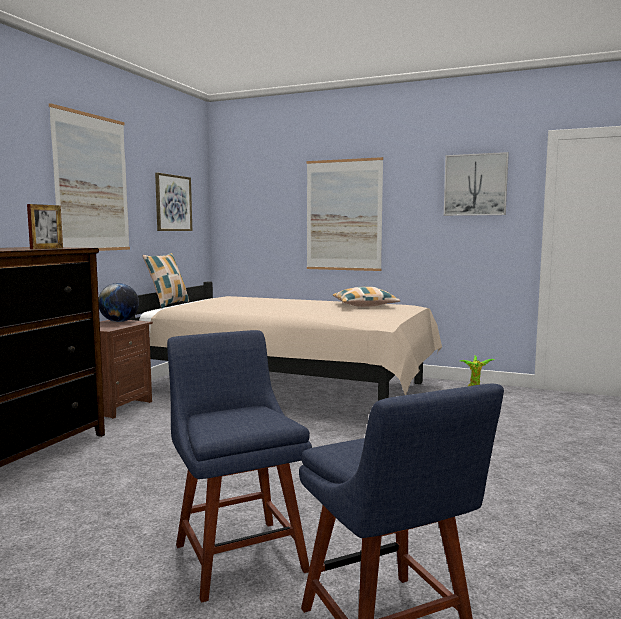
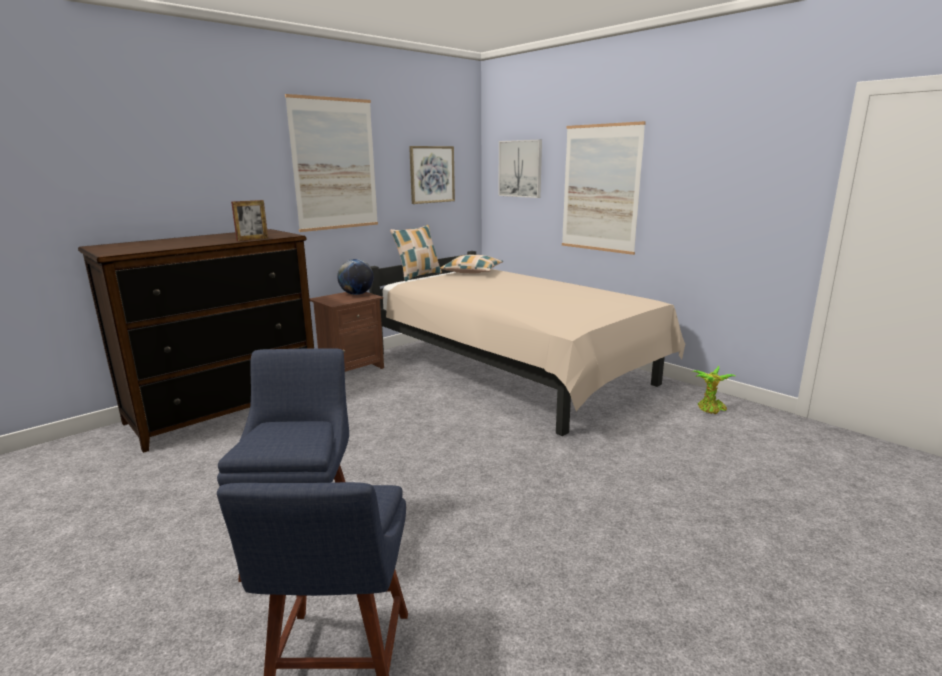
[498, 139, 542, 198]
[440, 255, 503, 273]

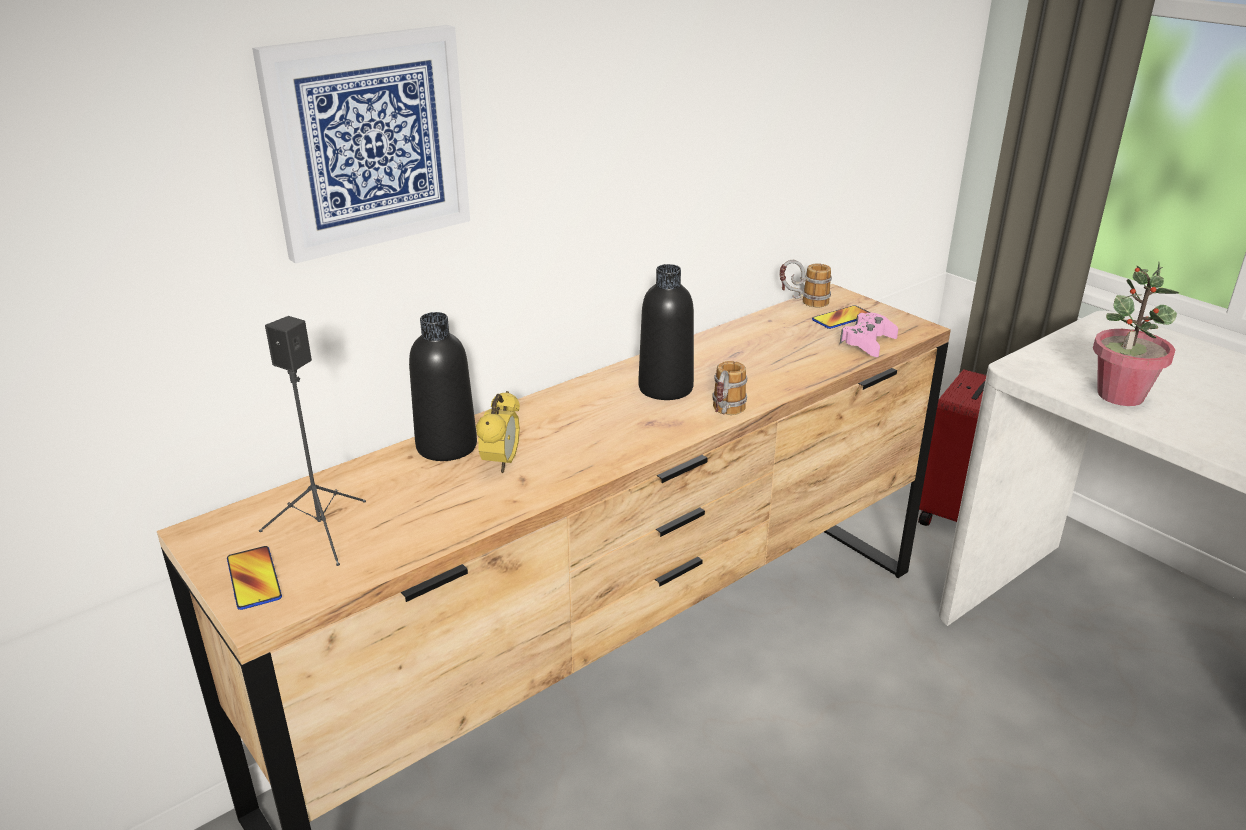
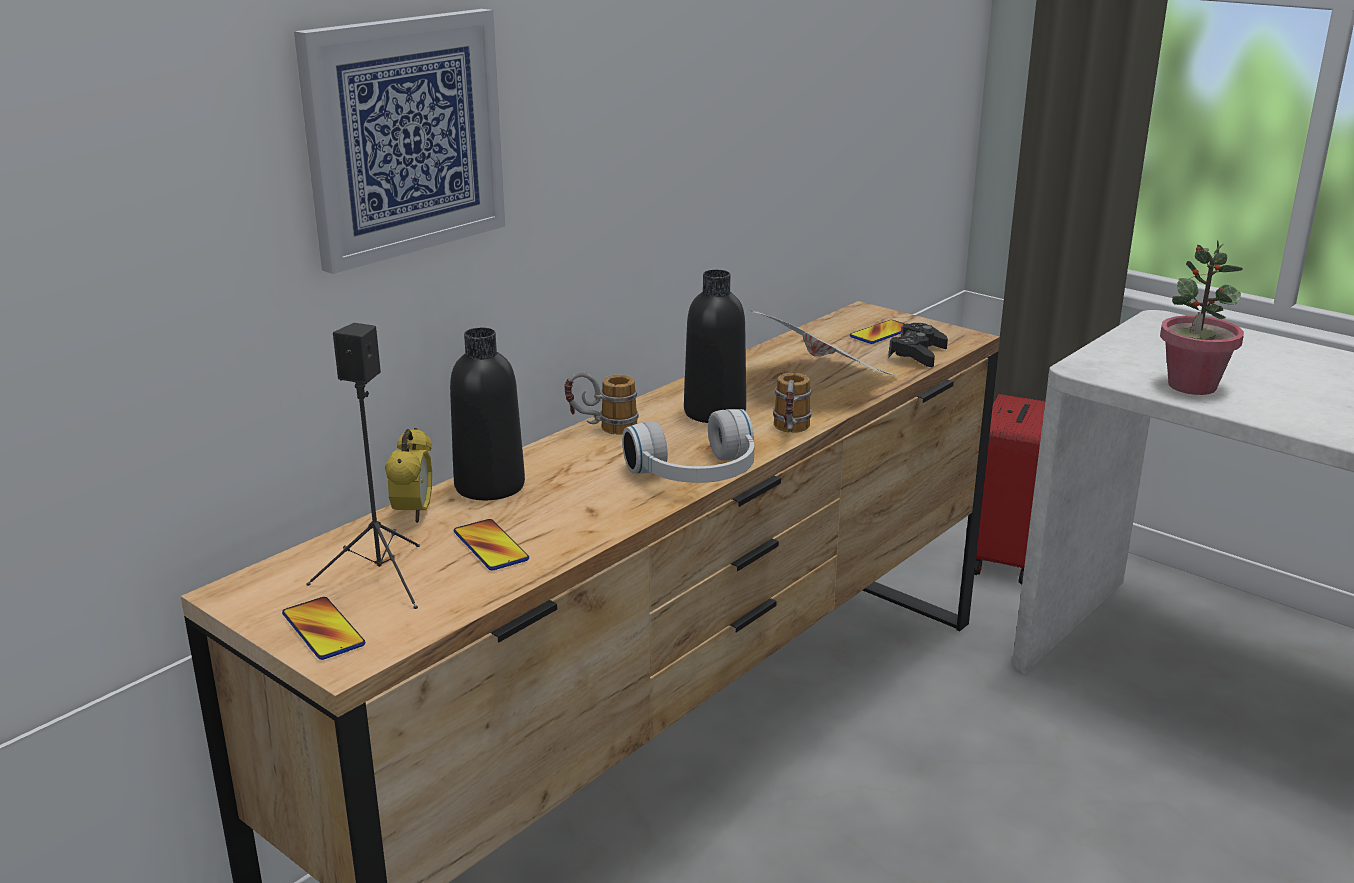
[564, 372, 639, 435]
[888, 323, 948, 367]
[385, 428, 432, 523]
[746, 310, 899, 375]
[622, 409, 754, 483]
[454, 519, 529, 570]

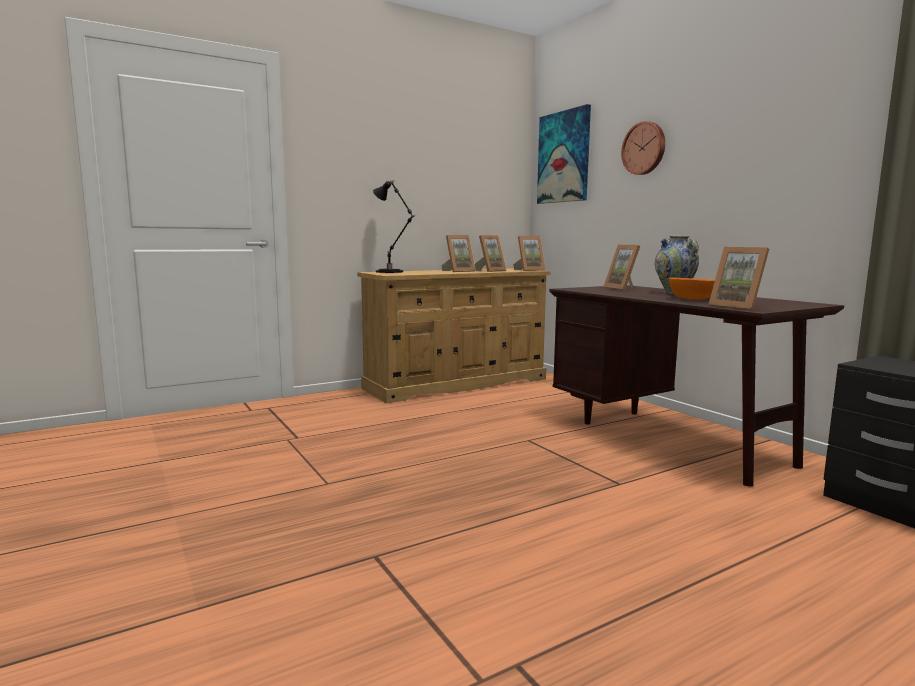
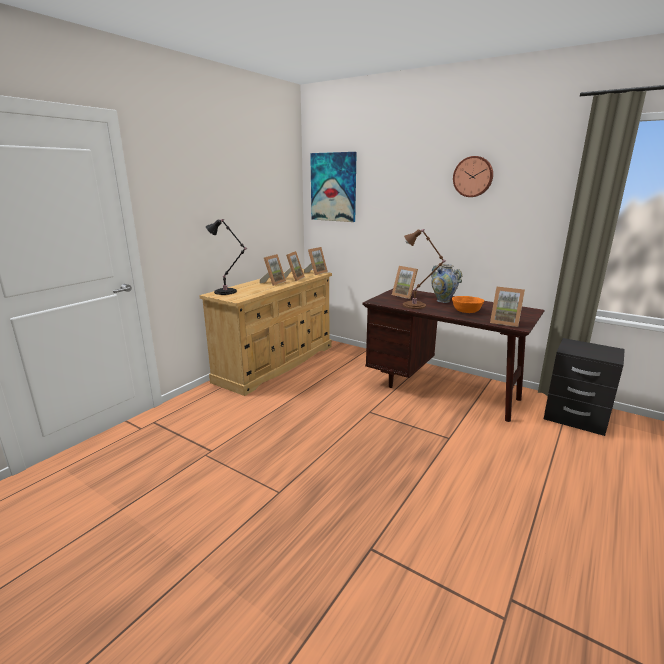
[453, 156, 493, 197]
[403, 229, 445, 309]

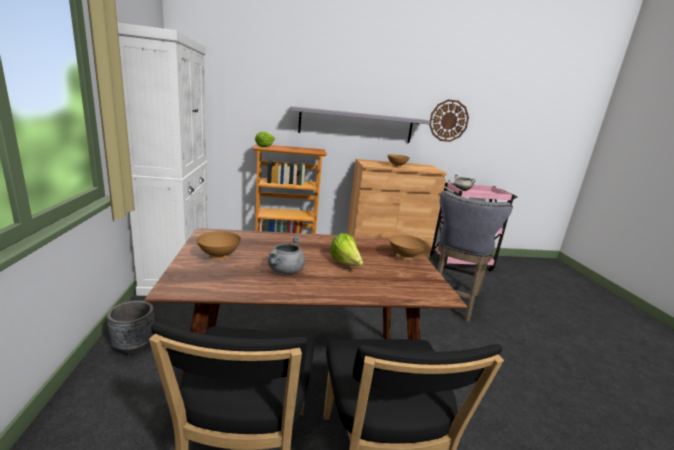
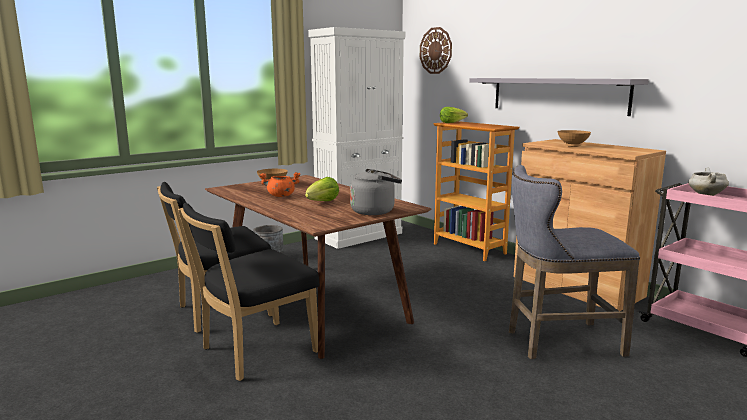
[420, 27, 452, 74]
[259, 172, 301, 197]
[350, 169, 402, 215]

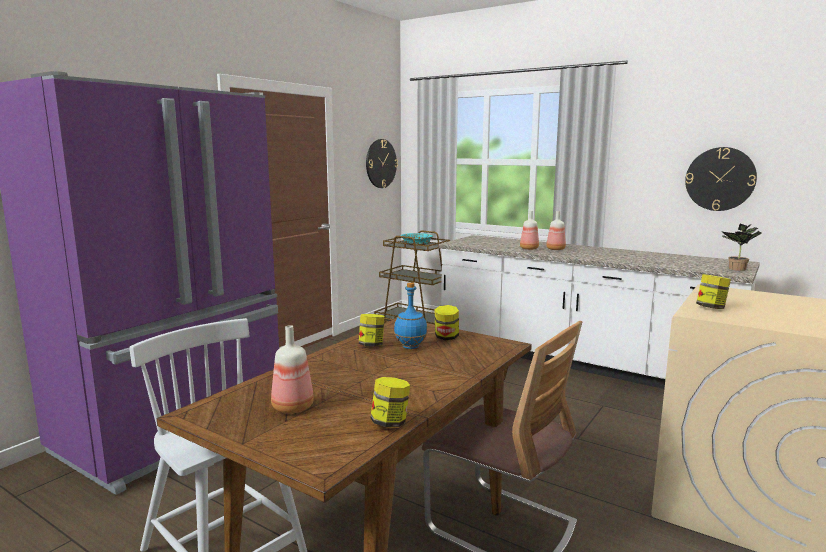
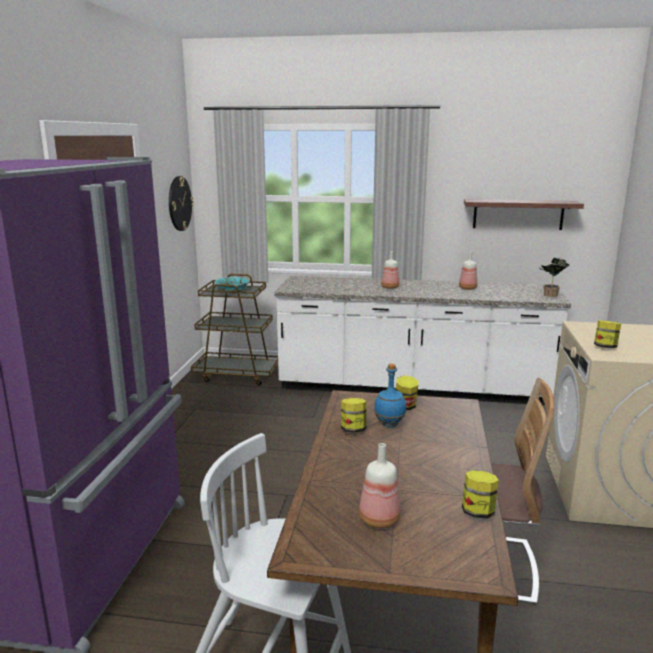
[464, 199, 584, 230]
[459, 252, 477, 290]

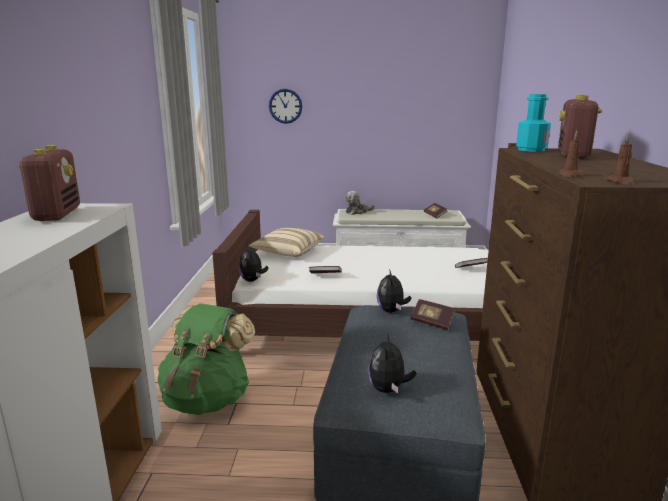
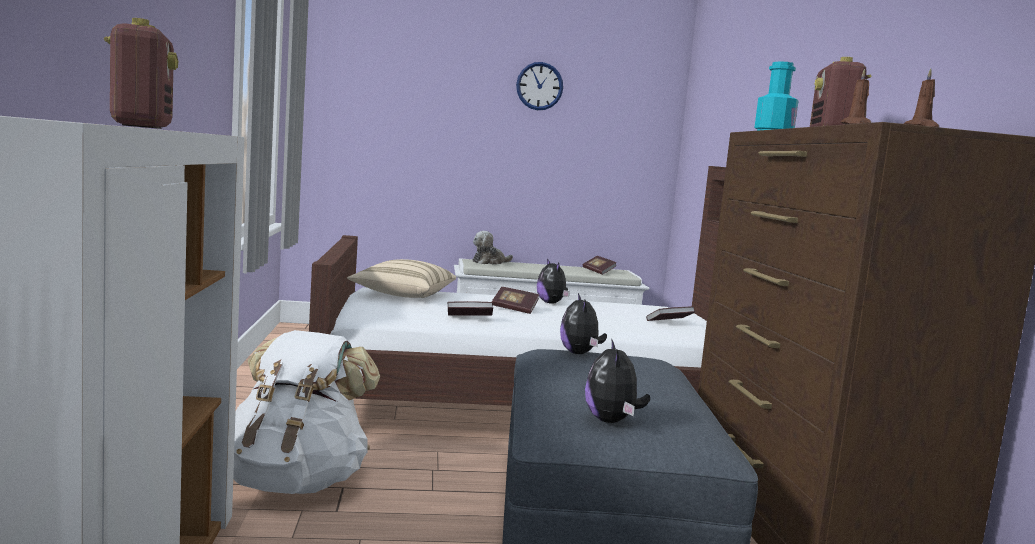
[516, 62, 563, 110]
[537, 259, 570, 304]
[492, 287, 539, 314]
[233, 330, 380, 494]

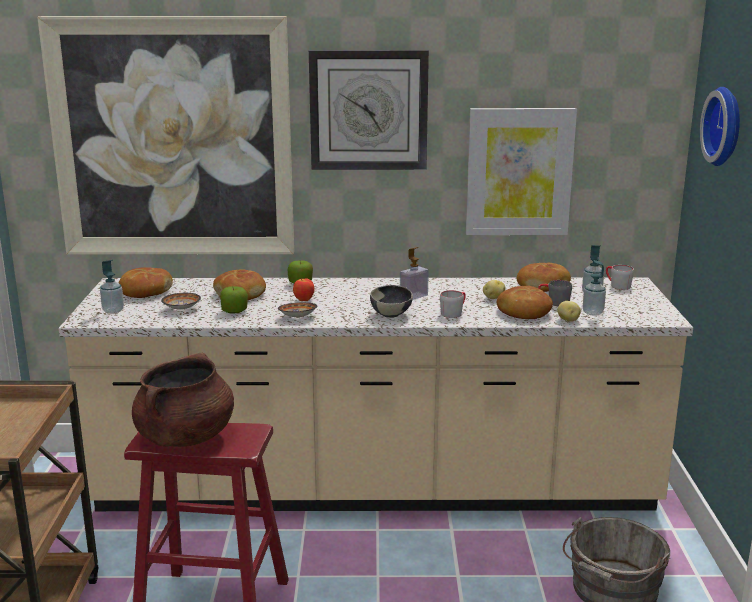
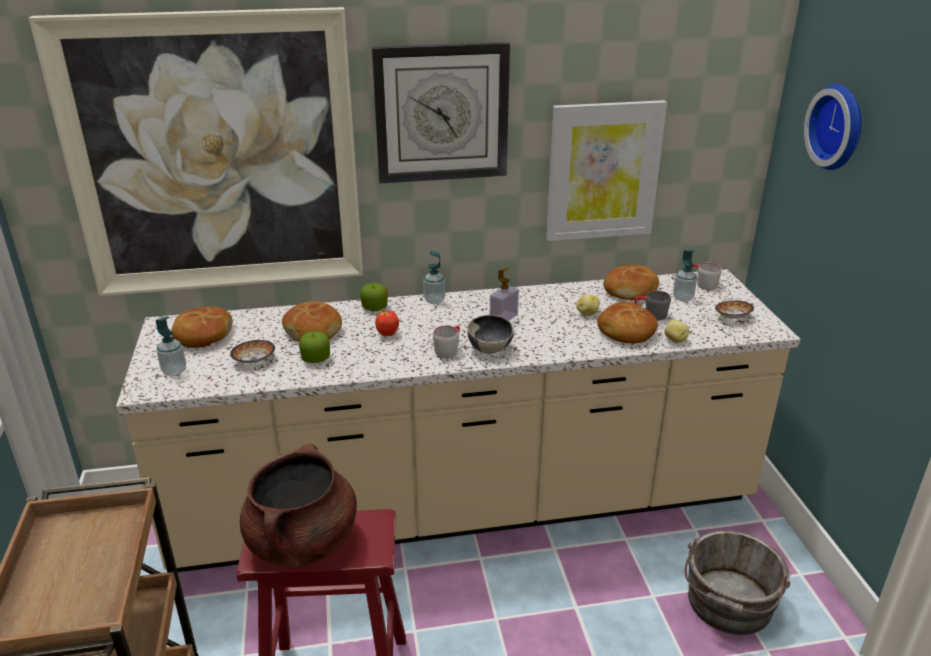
[423, 251, 445, 304]
[433, 325, 460, 358]
[715, 300, 754, 319]

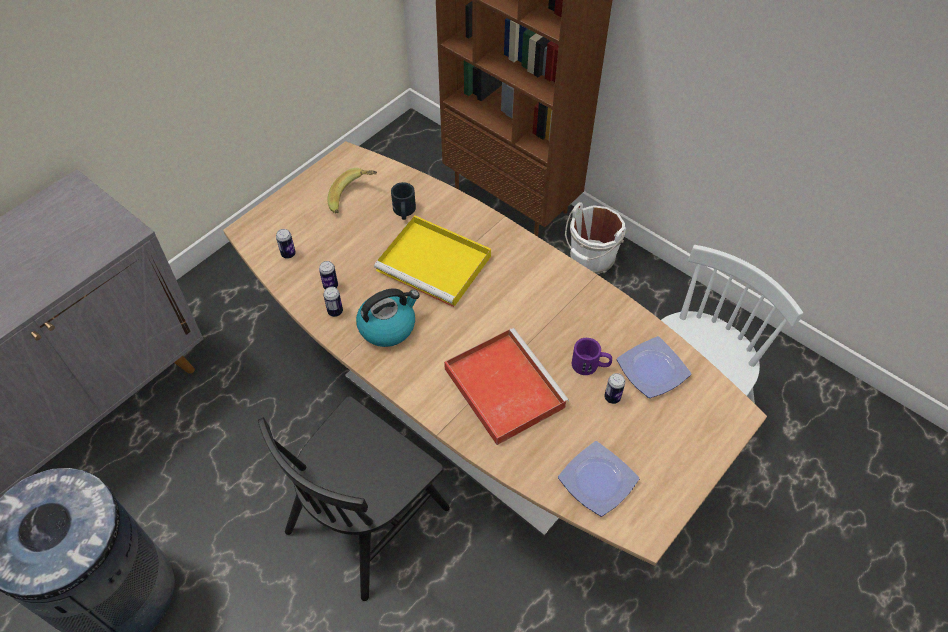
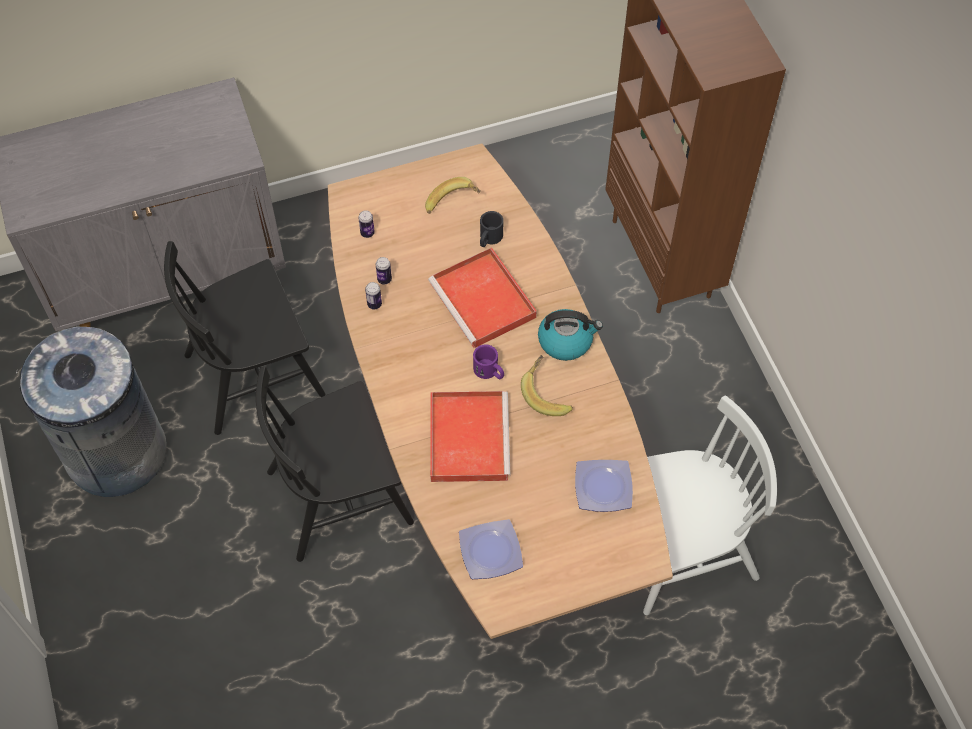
[565, 202, 626, 274] (first image)
[428, 247, 537, 348]
[538, 309, 603, 361]
[473, 345, 504, 379]
[604, 373, 625, 404] (first image)
[164, 241, 325, 435]
[521, 355, 573, 416]

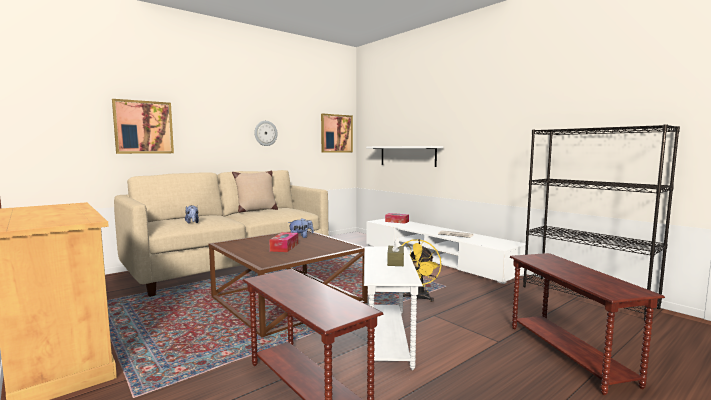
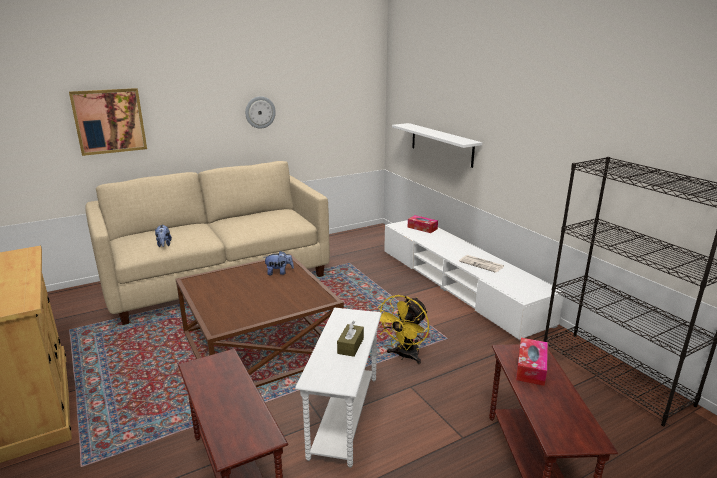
[321, 114, 353, 153] (first image)
[232, 170, 278, 212] (first image)
[516, 338, 548, 386]

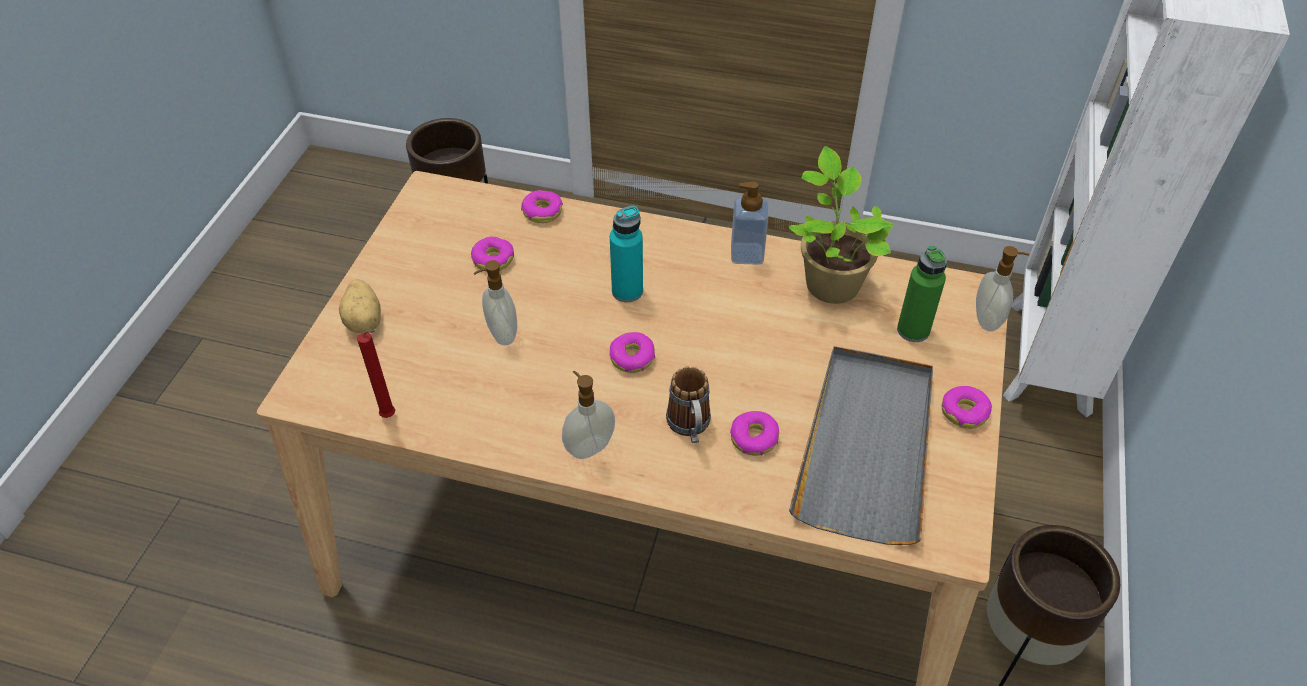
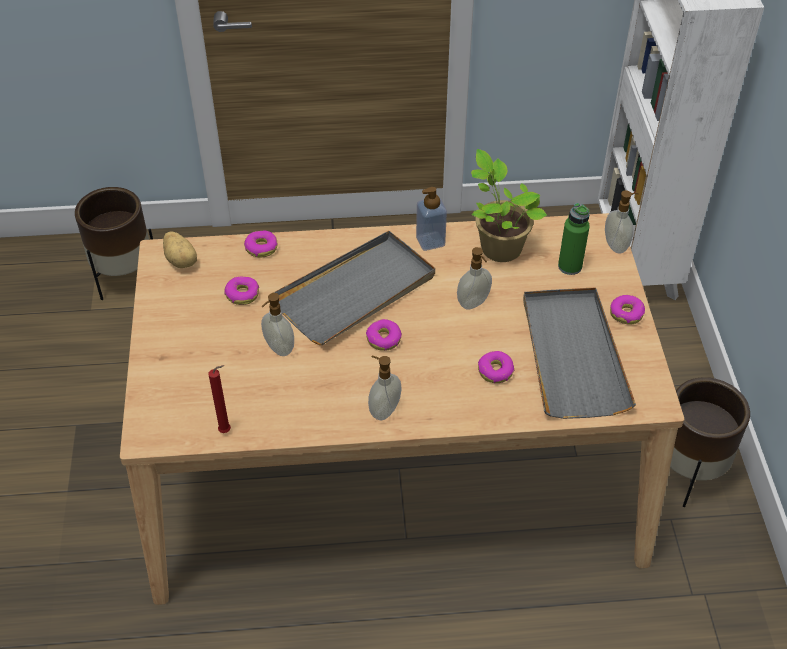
[273, 231, 435, 345]
[163, 232, 197, 268]
[666, 367, 711, 443] (first image)
[457, 247, 492, 310]

